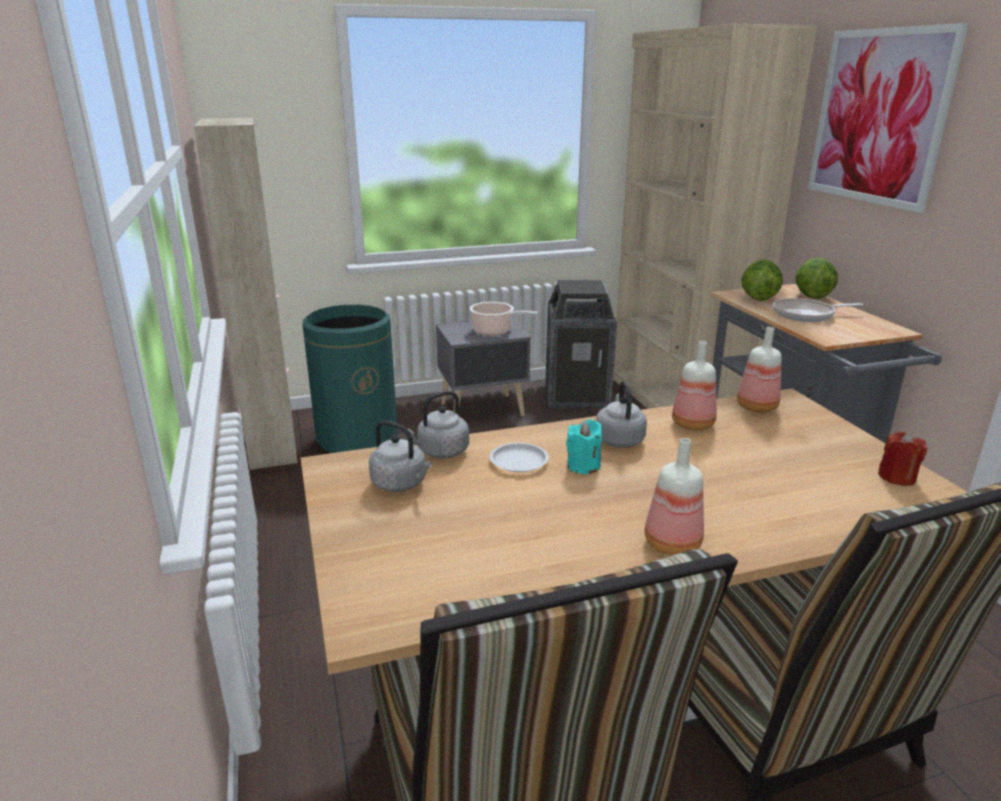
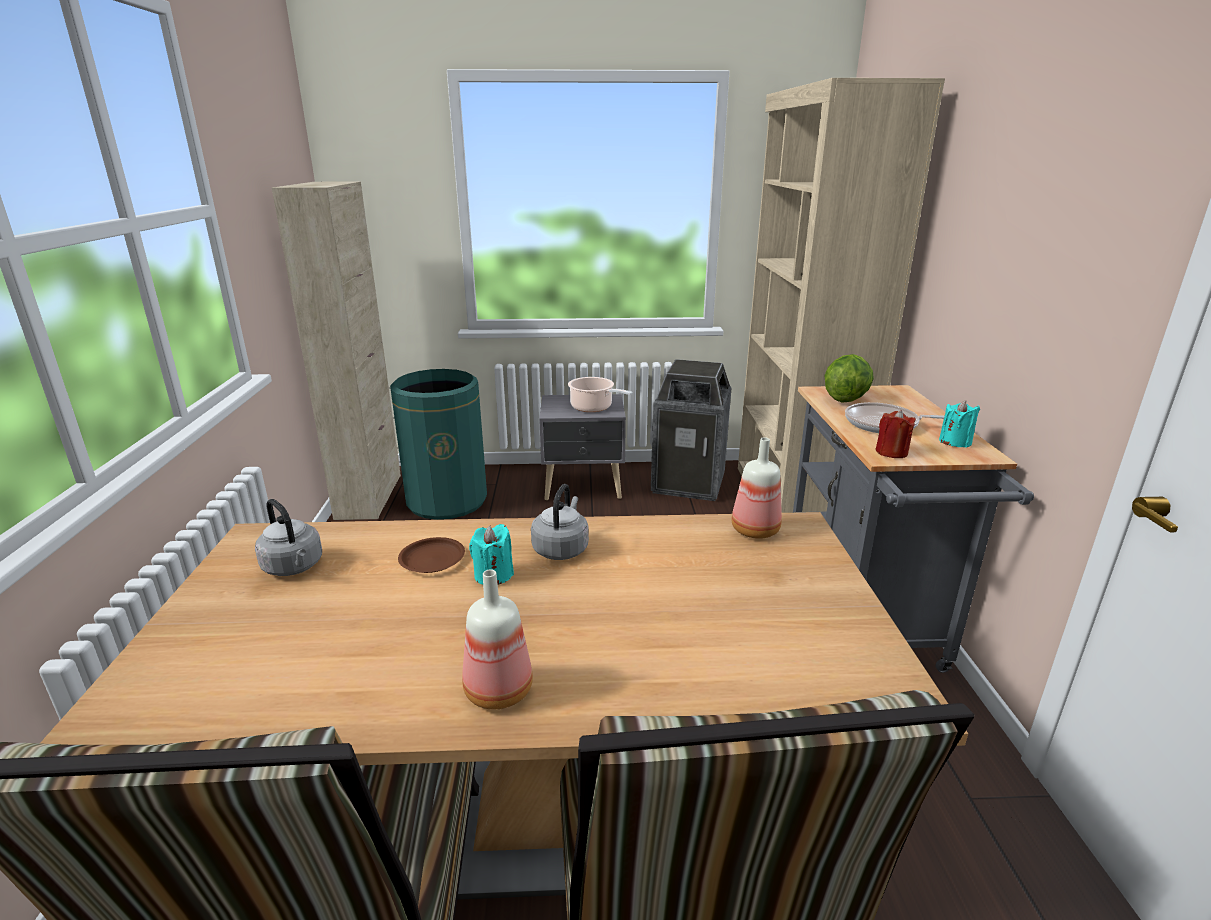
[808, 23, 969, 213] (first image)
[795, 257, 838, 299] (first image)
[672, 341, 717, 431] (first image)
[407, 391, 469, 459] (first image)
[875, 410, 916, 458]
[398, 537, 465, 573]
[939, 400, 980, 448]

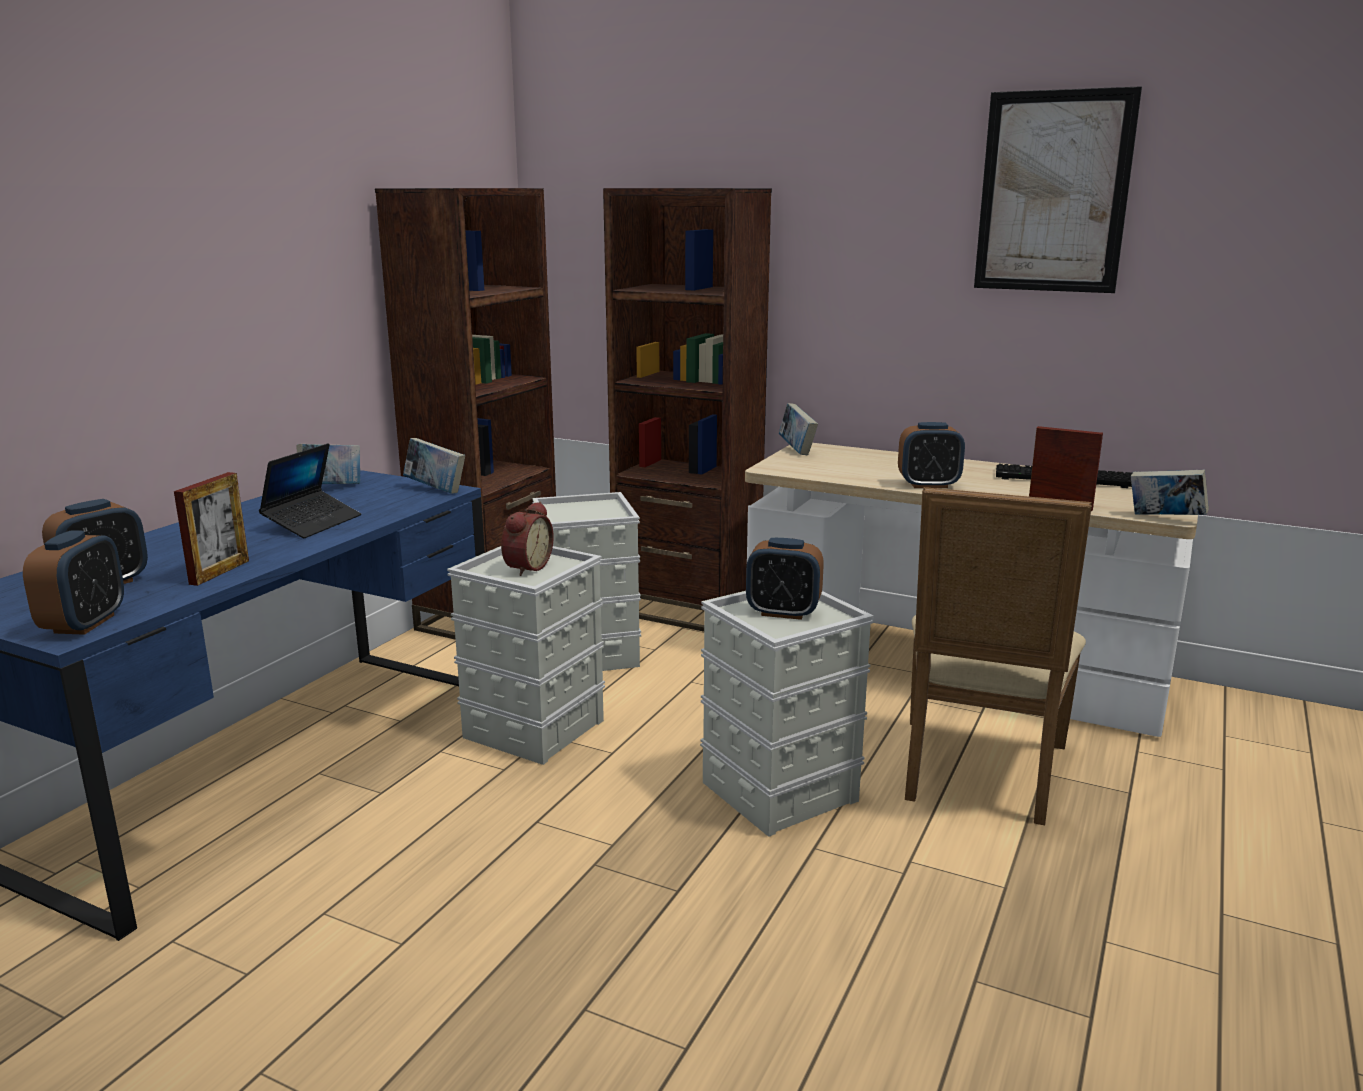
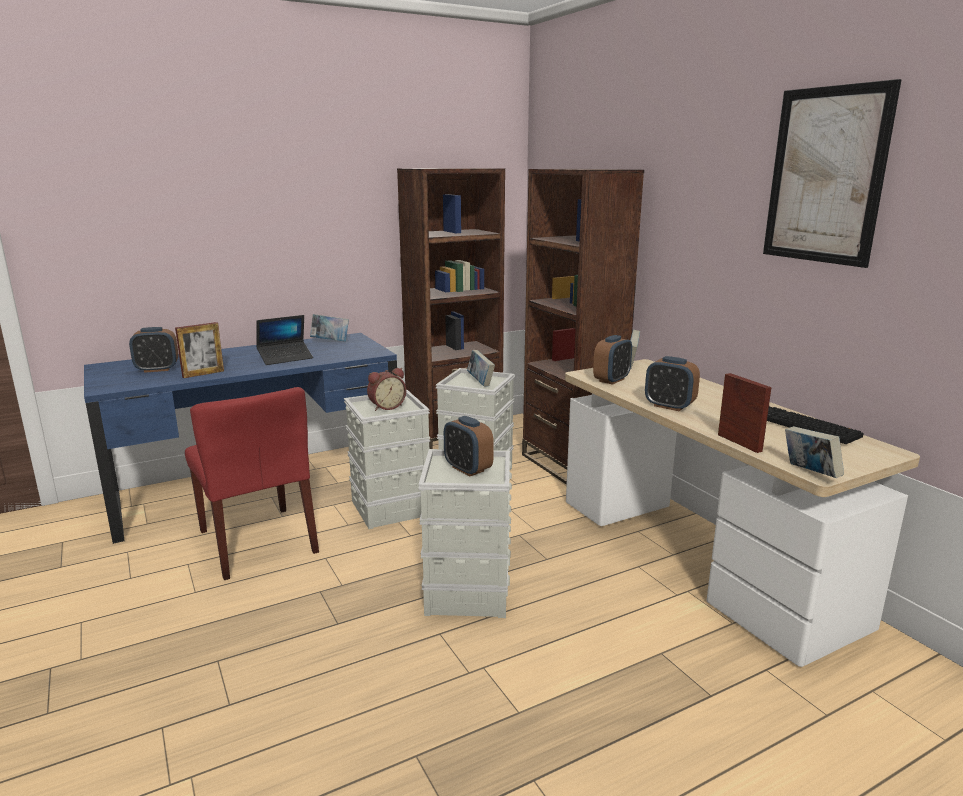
[467, 350, 495, 386]
[905, 487, 1092, 825] (first image)
[593, 335, 632, 385]
[185, 387, 319, 580]

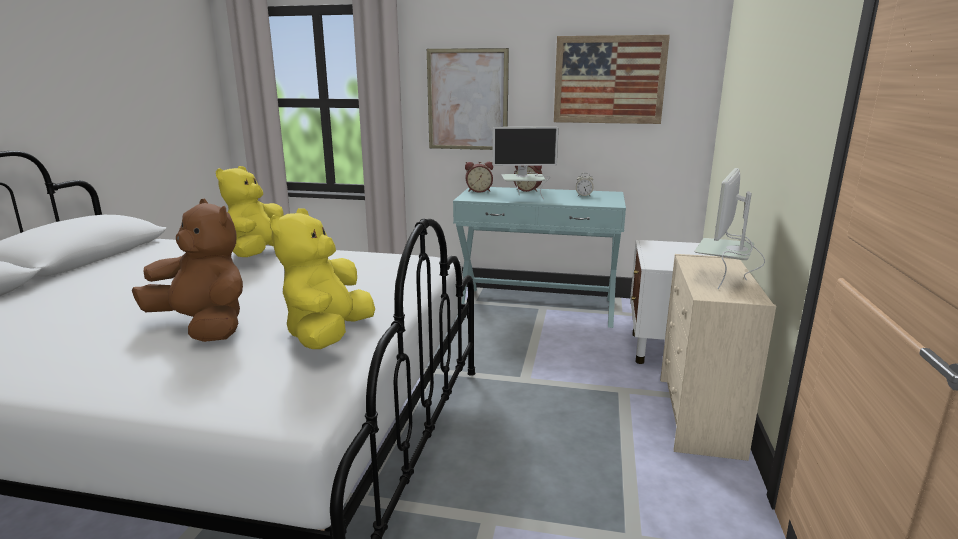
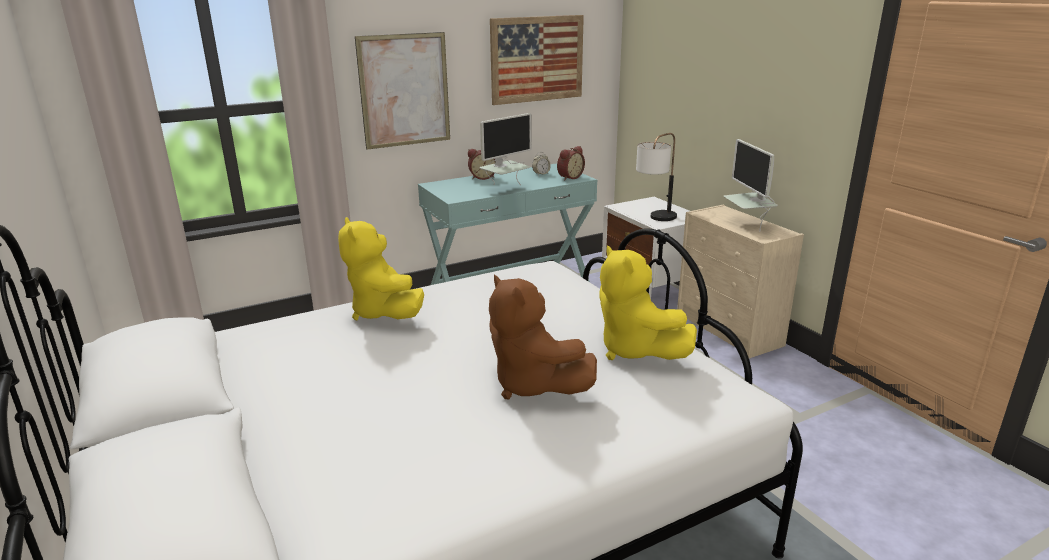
[557, 146, 585, 180]
[489, 274, 597, 399]
[636, 133, 677, 221]

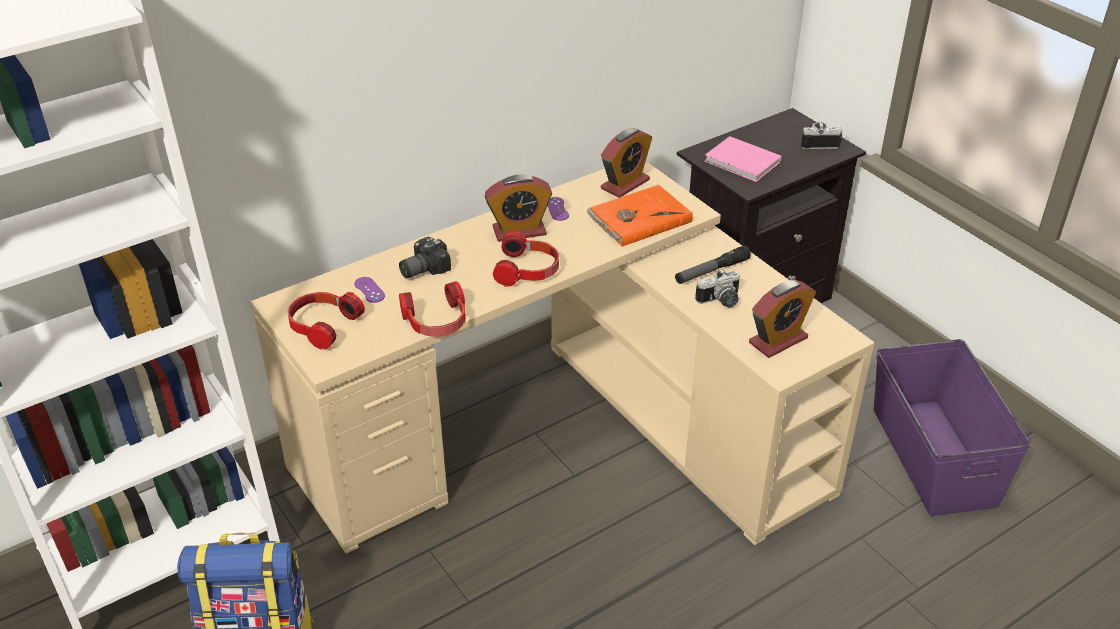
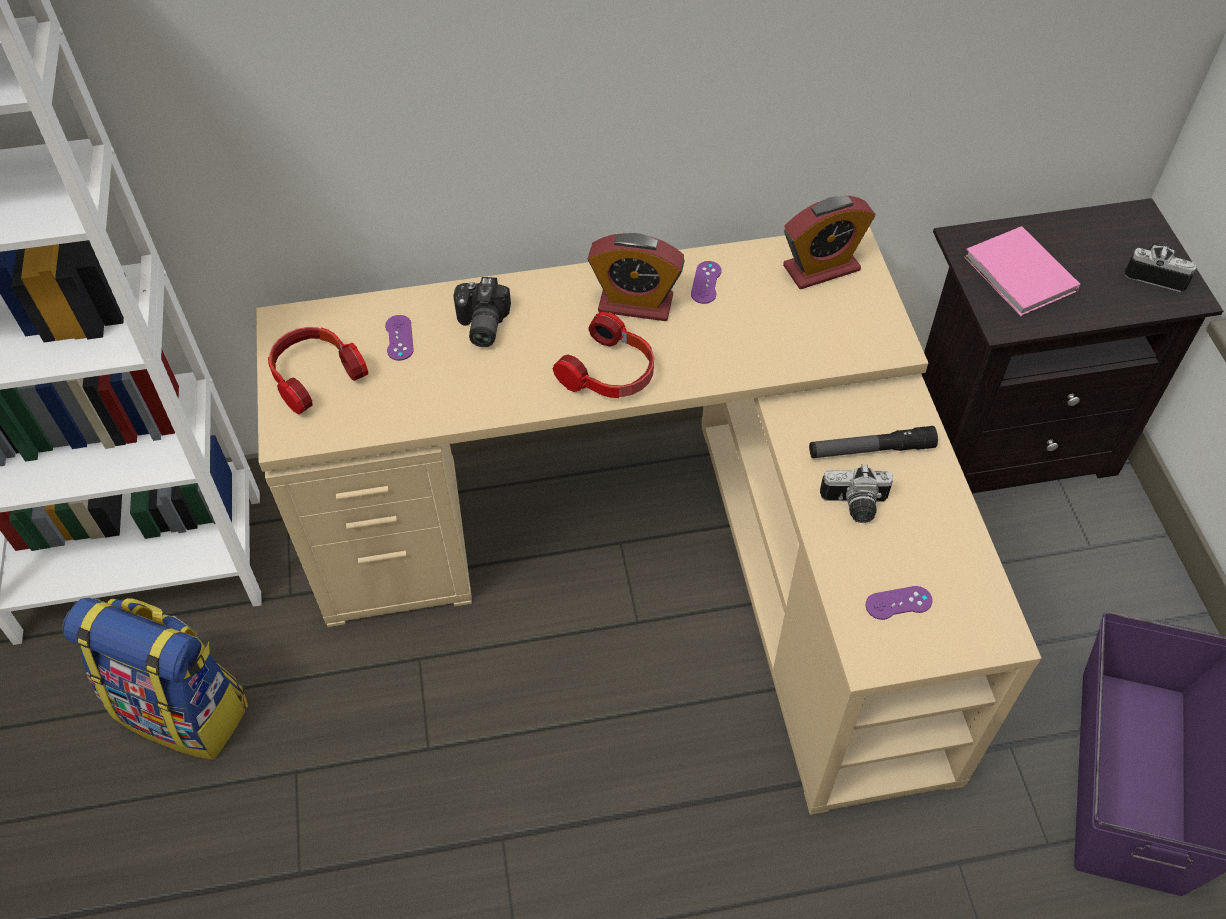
[586, 185, 693, 247] (first image)
[453, 277, 511, 347]
[866, 586, 933, 620]
[399, 281, 466, 337] (first image)

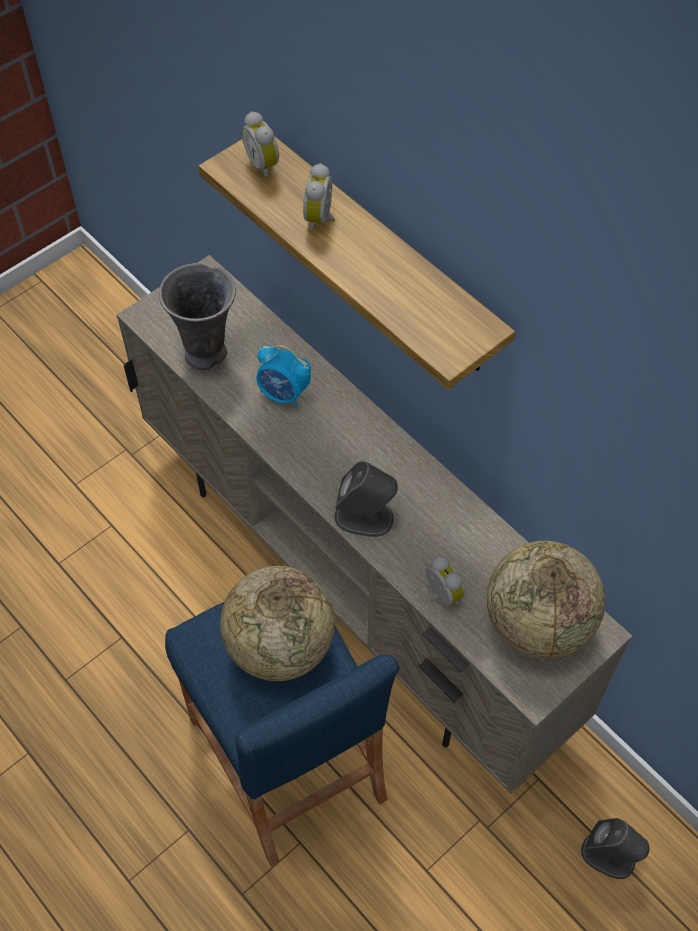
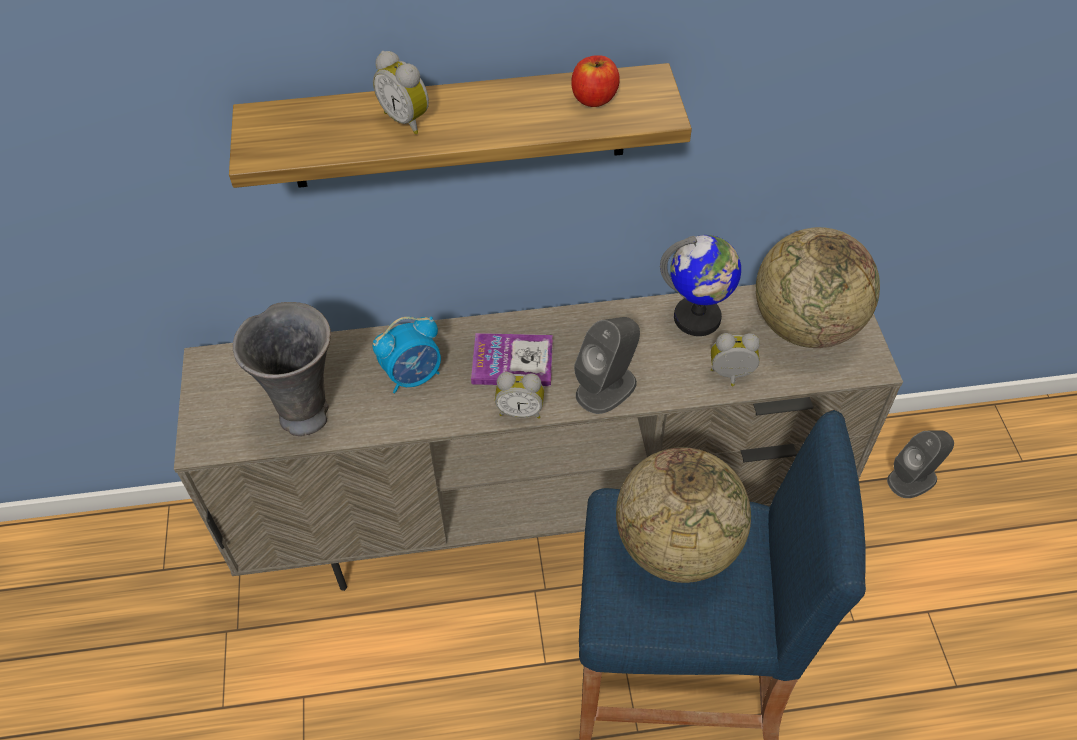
[495, 372, 544, 419]
[571, 55, 620, 107]
[660, 235, 741, 336]
[471, 333, 553, 386]

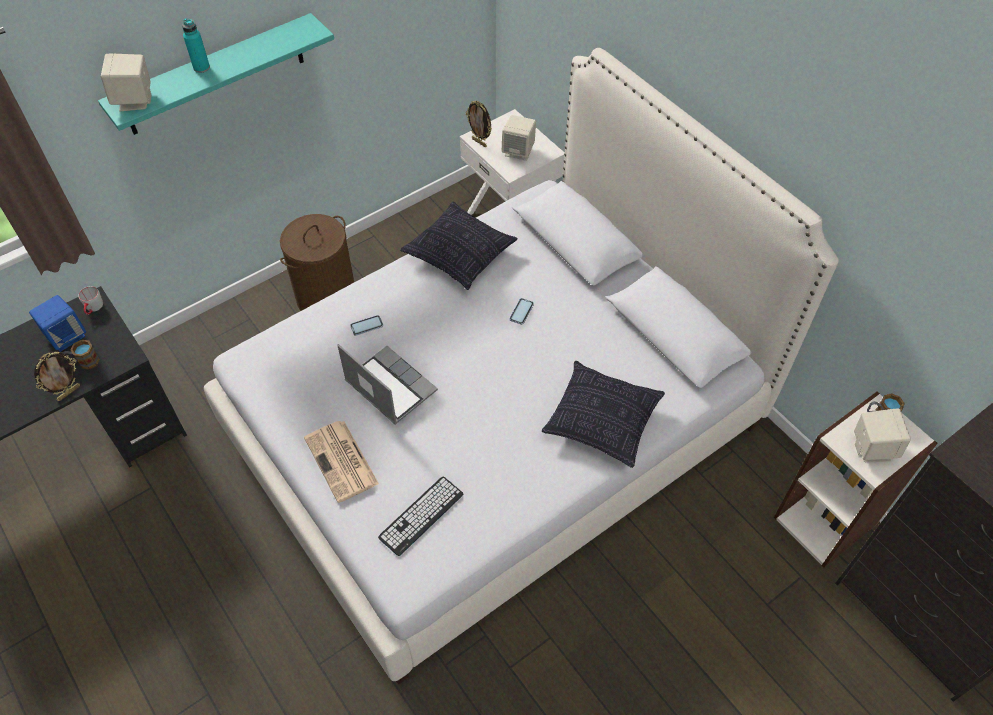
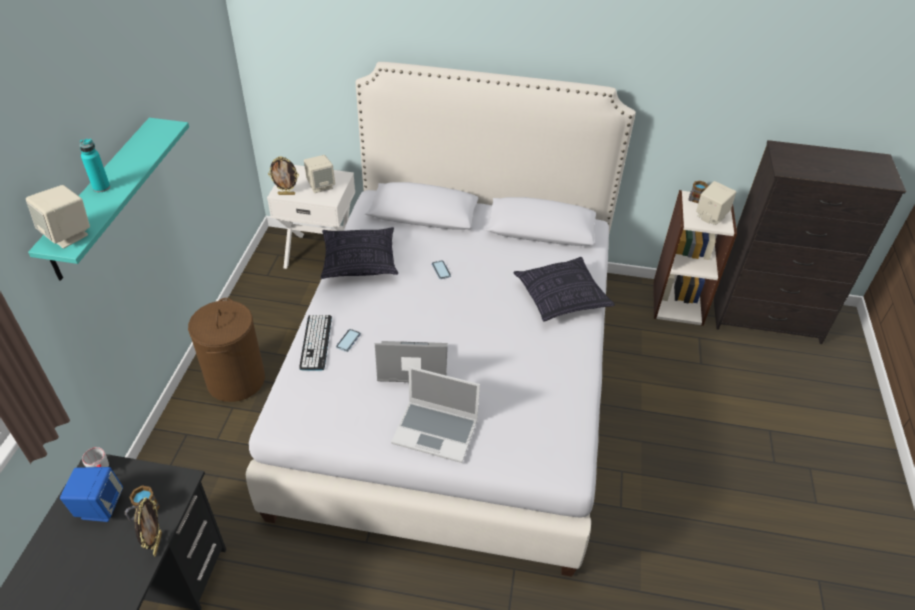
[391, 366, 480, 463]
[299, 315, 332, 371]

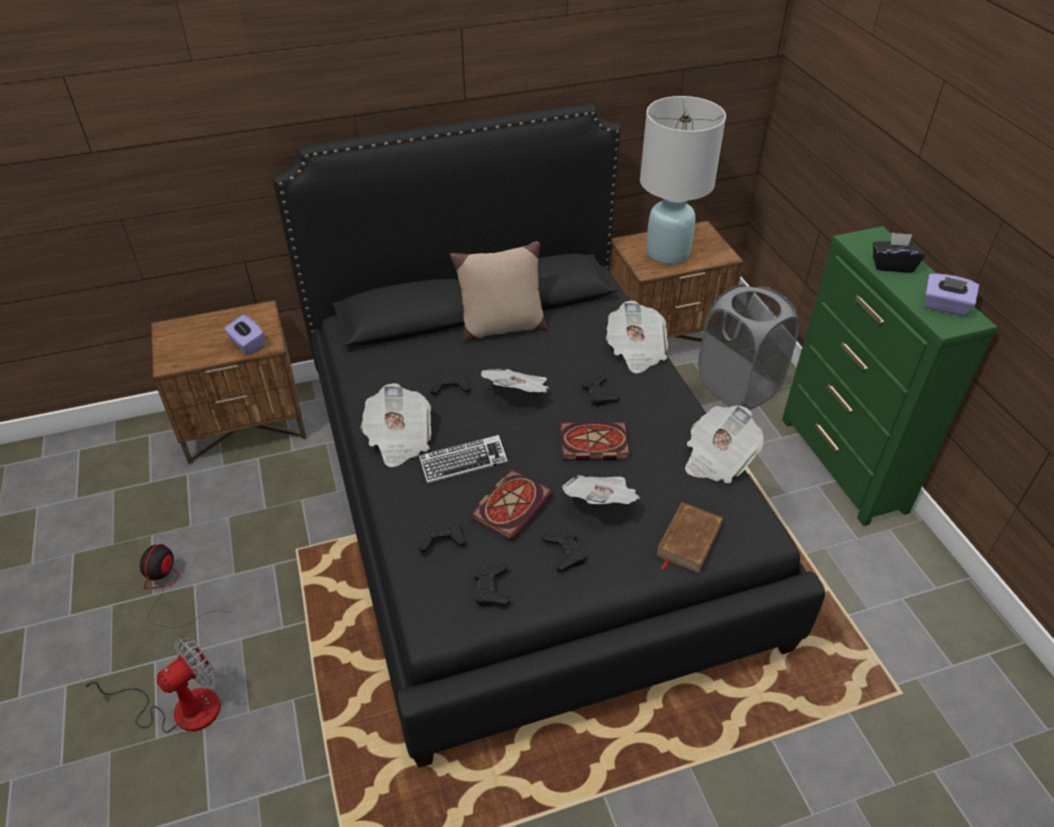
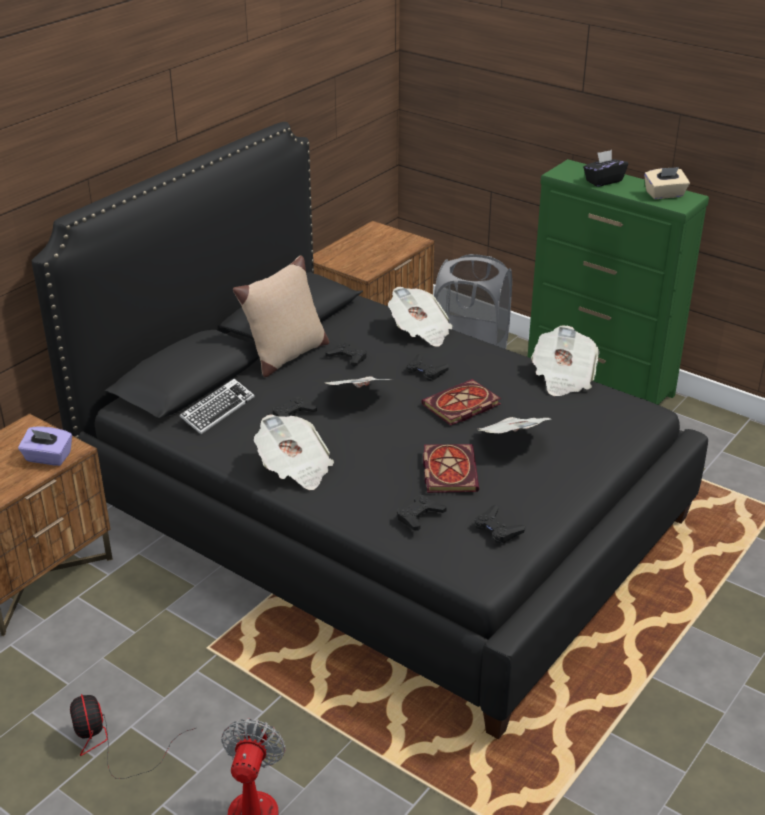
[640, 96, 726, 264] (first image)
[644, 167, 690, 199]
[180, 379, 254, 434]
[656, 502, 723, 574] (first image)
[325, 342, 367, 366]

